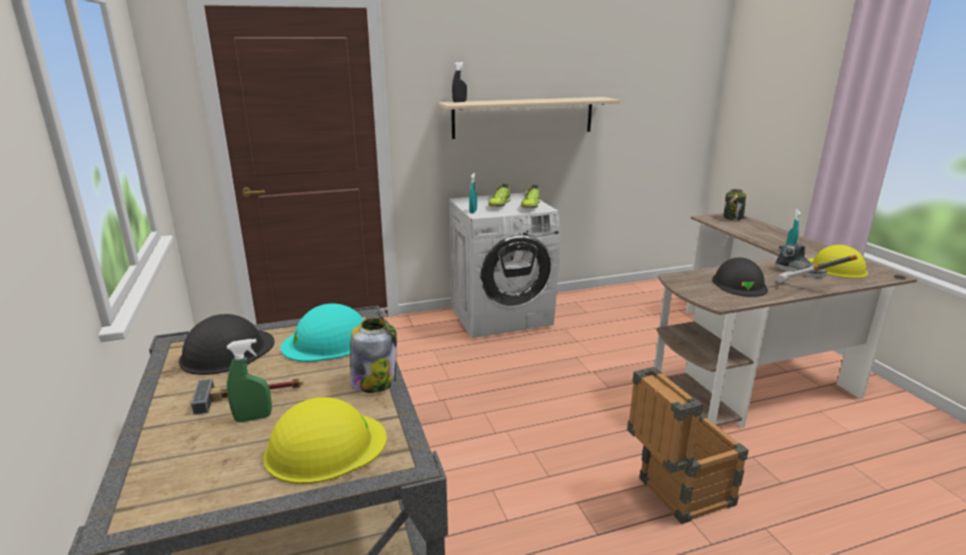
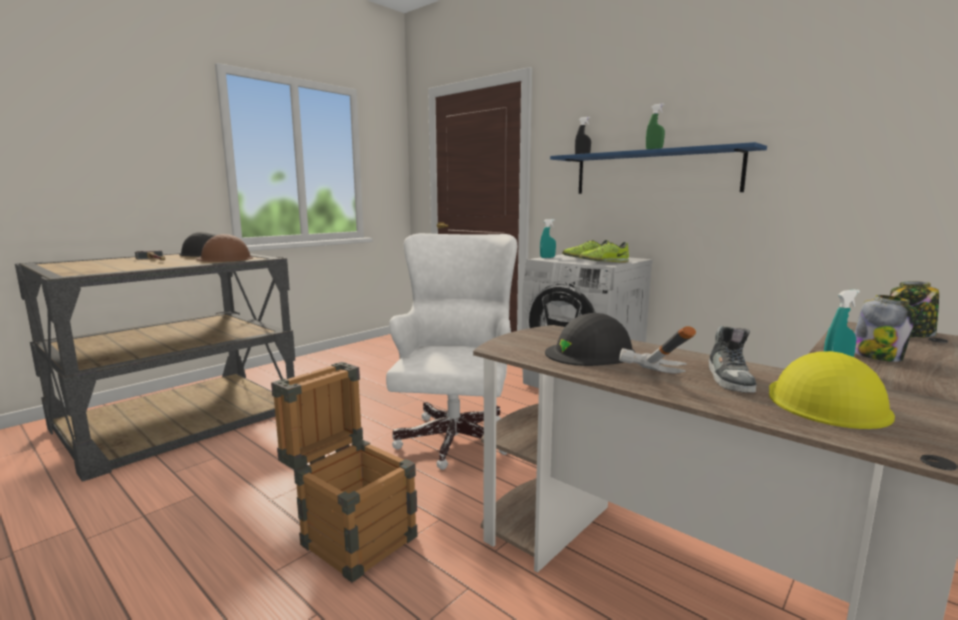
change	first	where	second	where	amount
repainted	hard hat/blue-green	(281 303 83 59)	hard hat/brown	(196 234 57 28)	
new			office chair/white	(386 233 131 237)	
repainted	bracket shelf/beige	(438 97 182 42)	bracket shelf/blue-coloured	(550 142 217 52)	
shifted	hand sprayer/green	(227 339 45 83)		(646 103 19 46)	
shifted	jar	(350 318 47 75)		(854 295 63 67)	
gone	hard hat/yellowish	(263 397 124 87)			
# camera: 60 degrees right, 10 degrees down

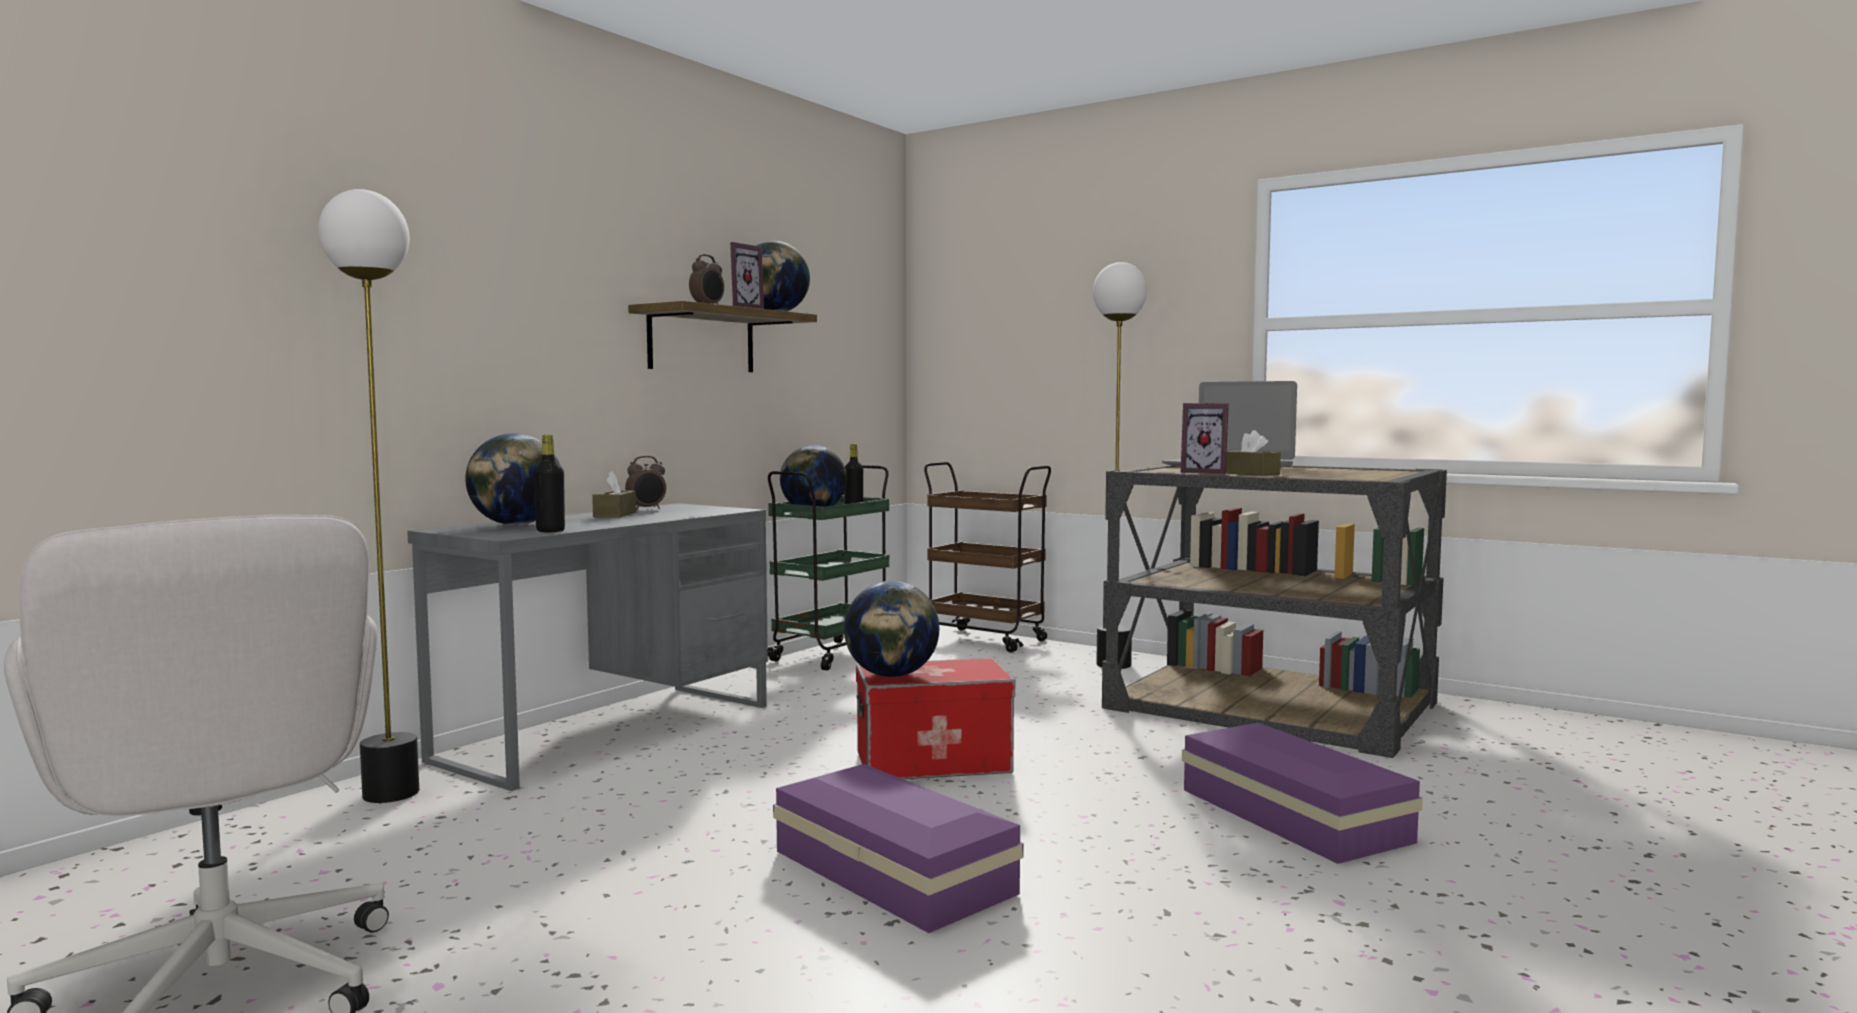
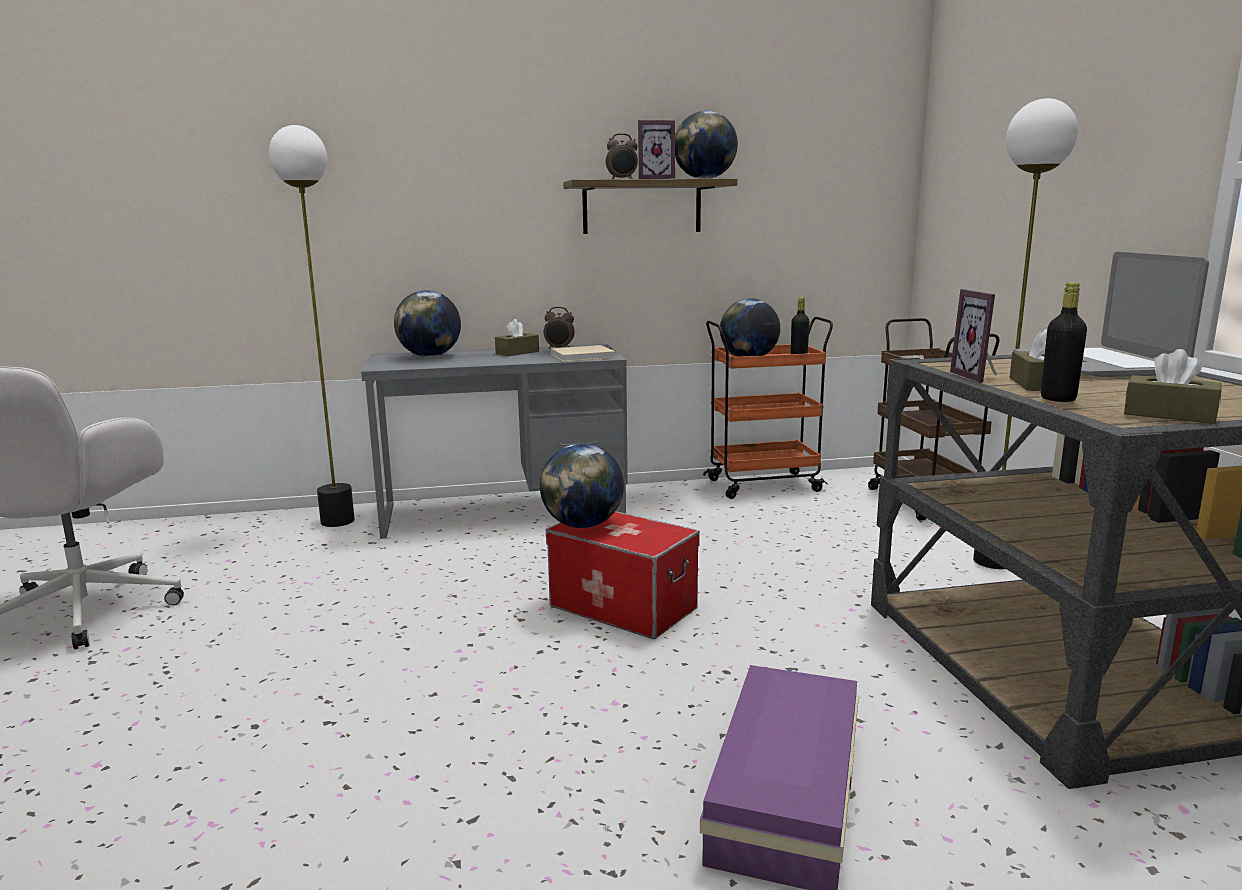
change	first	where	second	where	amount
new			book/beige	(551 345 64 17)	
repainted	cart/green	(768 465 121 205)	cart/orange-coloured	(703 317 130 182)	
shifted	drink bottle/black-coloured	(533 435 32 97)		(1041 282 46 120)	
new			box of tissues/brown	(1124 349 97 75)	
gone	storage container/purple-coloured	(773 764 251 169)			
# camera: 45 degrees right, 10 degrees up

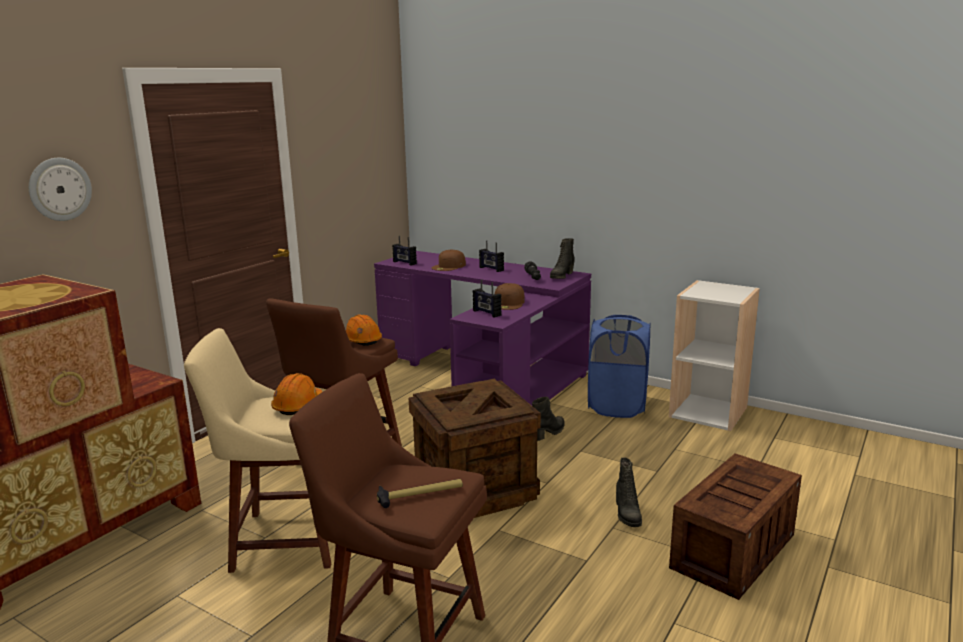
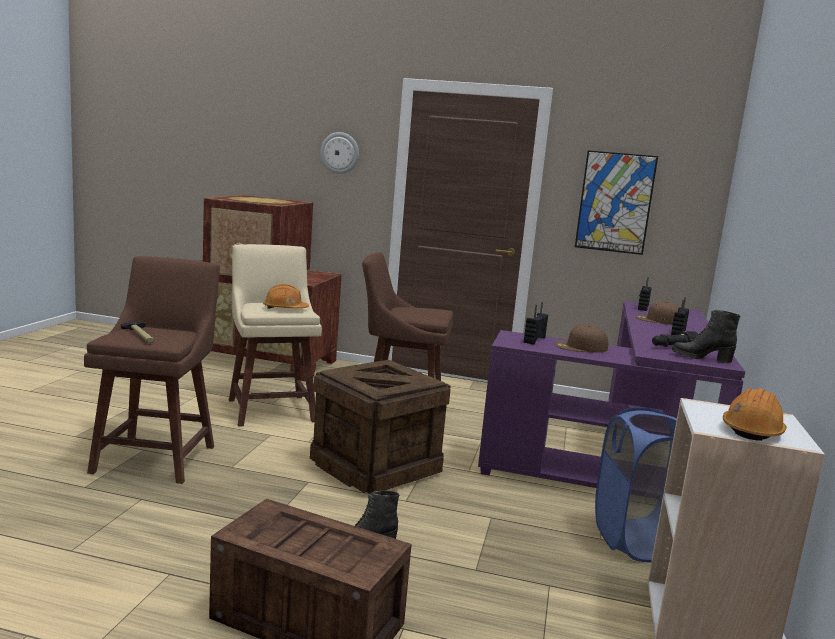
change	first	where	second	where	amount
new			wall picture	(575 150 83 105)	
shifted	hard hat/orange-coloured	(346 315 36 31)		(723 388 64 53)	
gone	tall boot/black-coloured	(532 397 33 44)			
# camera: 70 degrees right, 5 degrees down

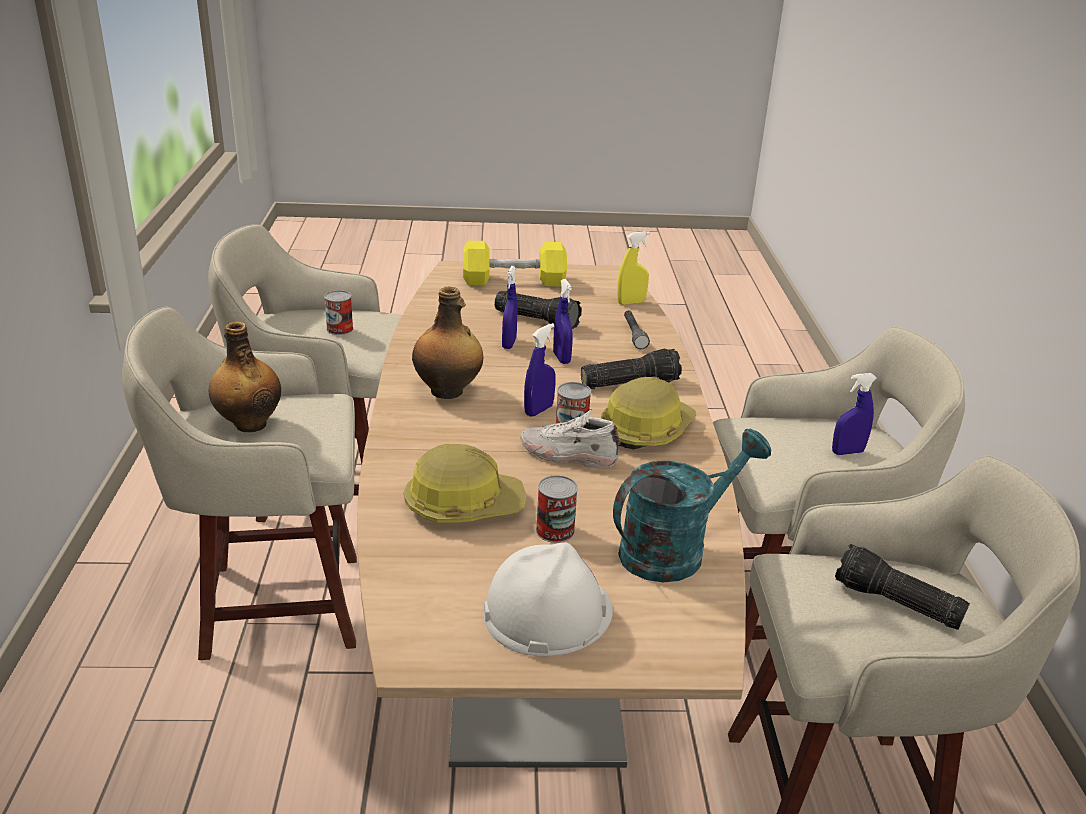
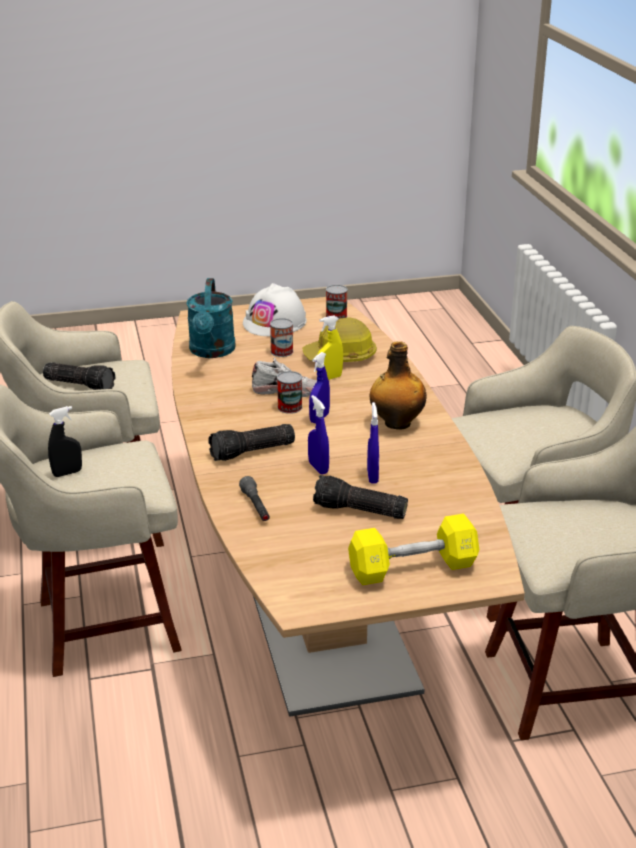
change	first	where	second	where	amount
repainted	hand sprayer/blue-coloured	(832 373 45 82)	hand sprayer/black-coloured	(48 406 34 71)	
rotated	watering can/blue-green	(613 429 158 153)		(187 278 49 80)	45 degrees counterclockwise
shifted	hand sprayer/yellowish	(617 231 33 74)		(317 315 26 65)	
shifted	sealed can	(324 290 29 45)		(326 285 22 34)	
gone	drink bottle	(209 321 72 111)			
gone	hard hat	(601 377 95 72)			
# camera: 170 degrees right, 0 degrees up

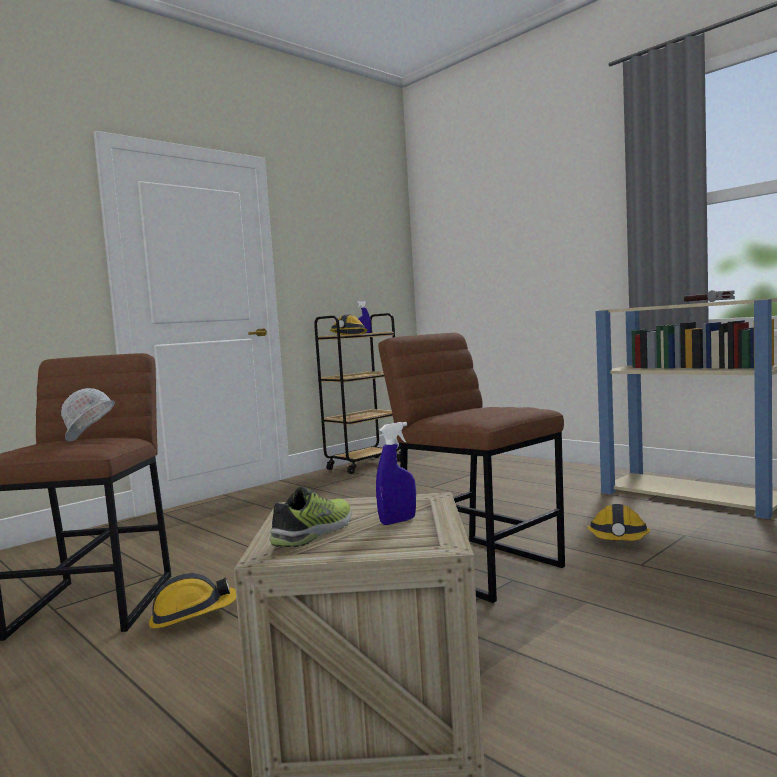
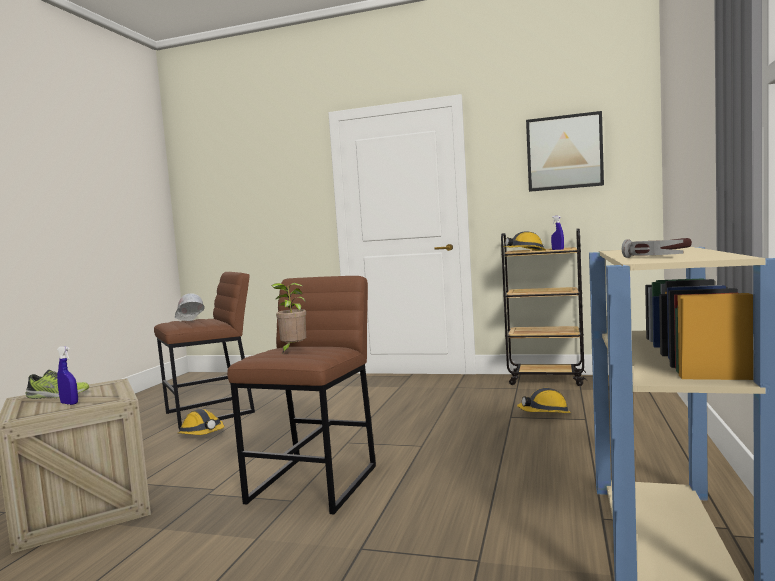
change	first	where	second	where	amount
new			plant in a pot	(271 283 35 70)	
shifted	hard hat	(587 504 64 37)		(517 388 54 25)	
new			wall picture	(526 111 78 81)	
# camera: 60 degrees right, 0 degrees up

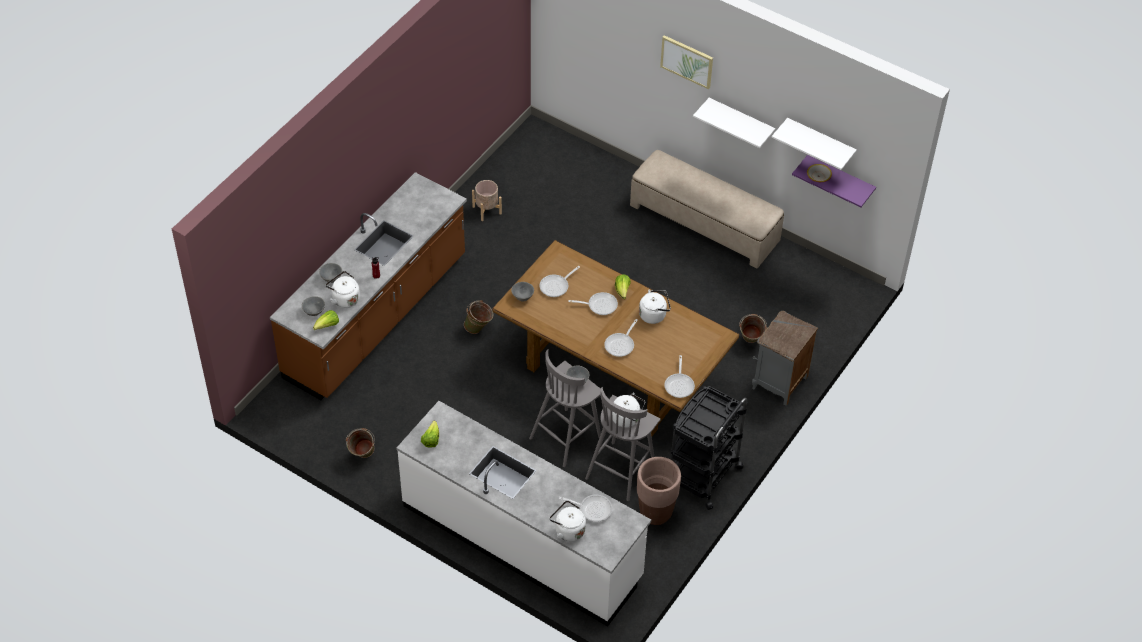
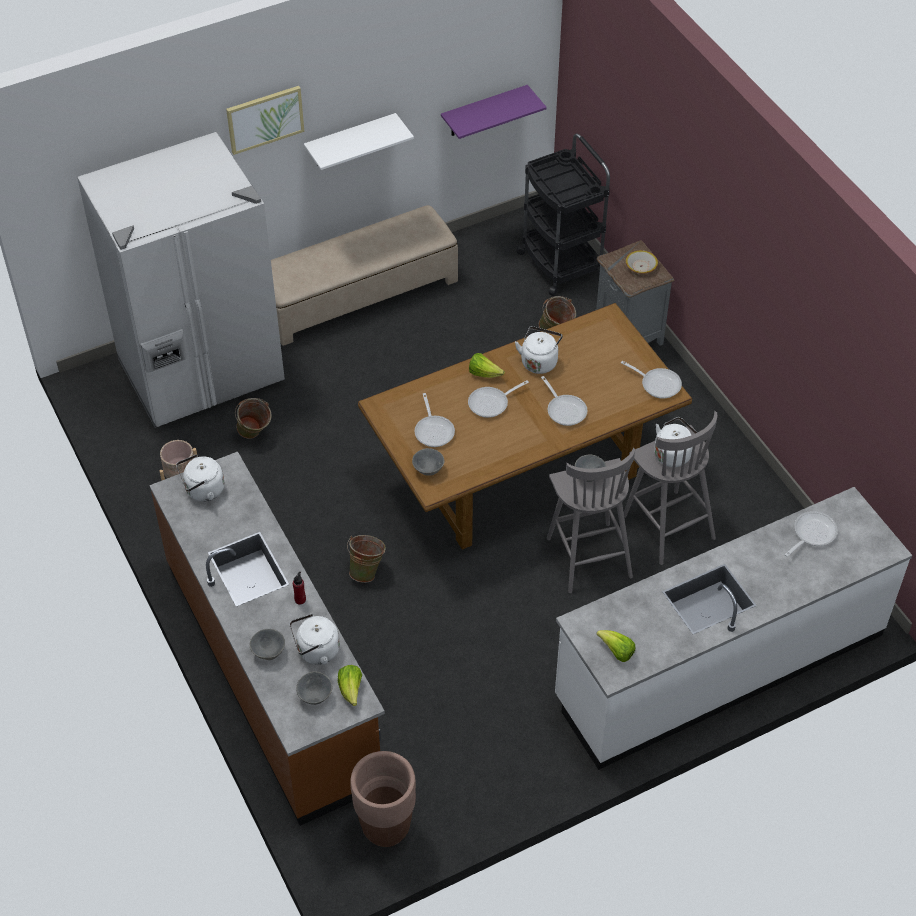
change	first	where	second	where	amount
new			fridge/white	(77 132 208 296)	
shifted	kettle/white	(550 500 36 42)		(176 454 48 48)	
shifted	bucket/green	(346 428 29 30)		(235 398 37 41)	
shifted	planter/brown	(637 457 44 68)		(350 751 66 96)	
rotated	pan	(568 292 50 23)		(468 380 61 38)	150 degrees counterclockwise
shifted	cart/black-coloured	(671 386 76 124)		(516 134 94 162)	
shifted	serving bowl	(807 164 25 18)		(626 250 32 23)	
gone	bracket shelf/white	(772 118 85 52)			
# camera: 60 degrees left, 0 degrees up

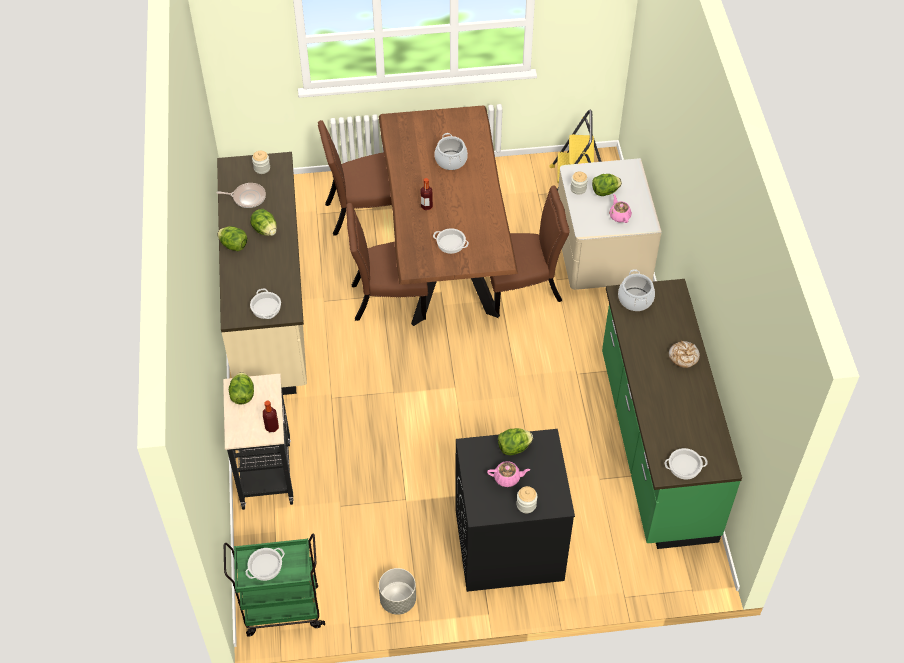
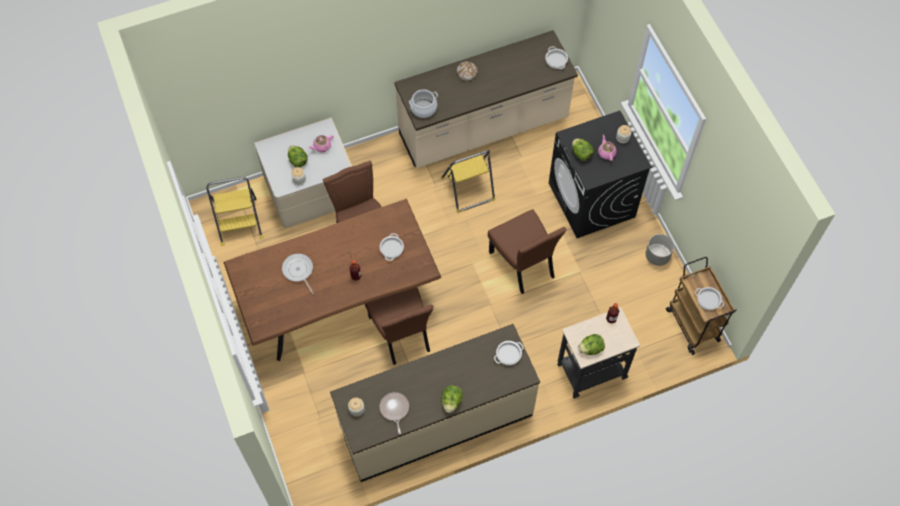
change	first	where	second	where	amount
swapped	cooking pot	(434 133 34 37)	pan	(282 254 32 40)	
repainted	counter/green	(602 279 140 270)	counter/beige	(394 30 184 138)	
new			step stool/yellowish	(440 150 55 63)	
shifted	chair/brown	(318 120 74 116)		(487 209 80 85)	
repainted	cart/green	(224 533 101 104)	cart/brown	(666 257 71 98)	
gone	lettuce head	(250 209 27 27)			
# camera: 105 degrees left, 10 degrees up

